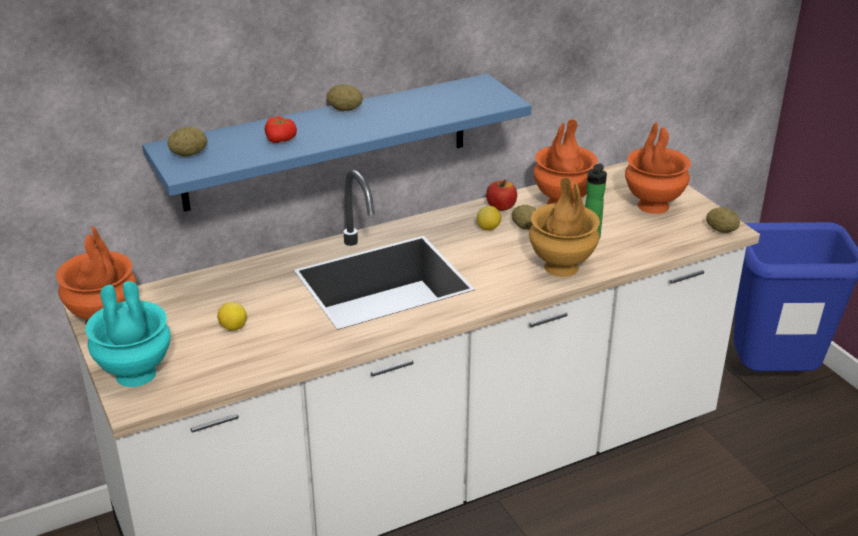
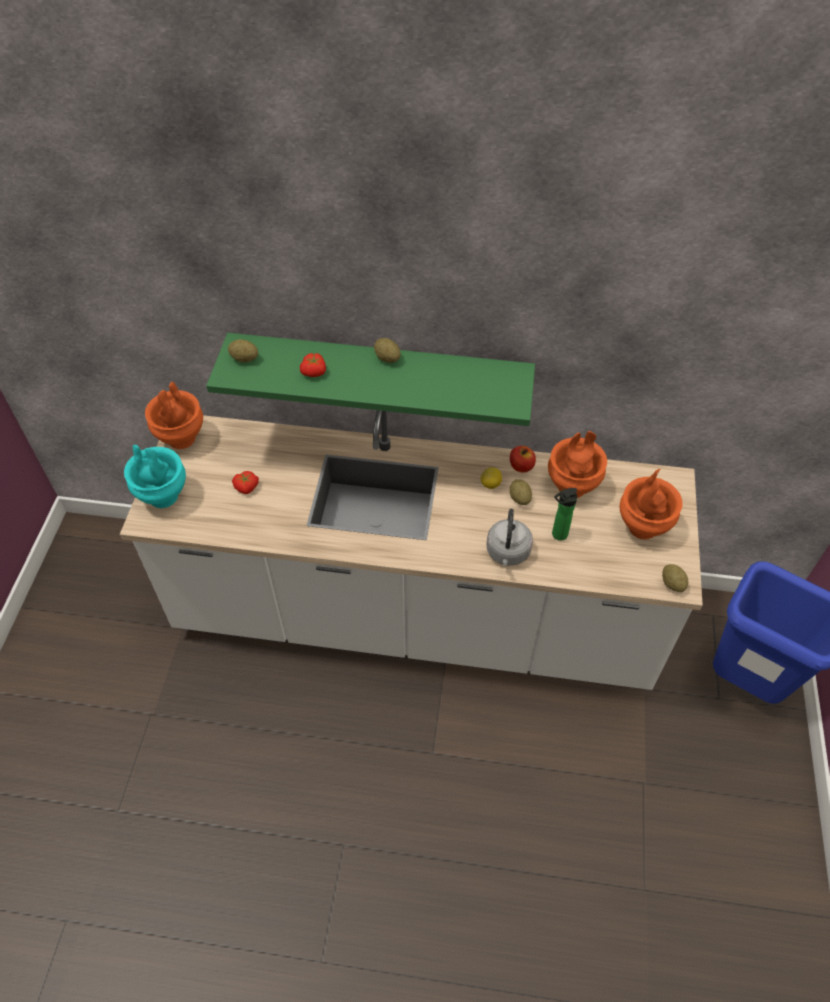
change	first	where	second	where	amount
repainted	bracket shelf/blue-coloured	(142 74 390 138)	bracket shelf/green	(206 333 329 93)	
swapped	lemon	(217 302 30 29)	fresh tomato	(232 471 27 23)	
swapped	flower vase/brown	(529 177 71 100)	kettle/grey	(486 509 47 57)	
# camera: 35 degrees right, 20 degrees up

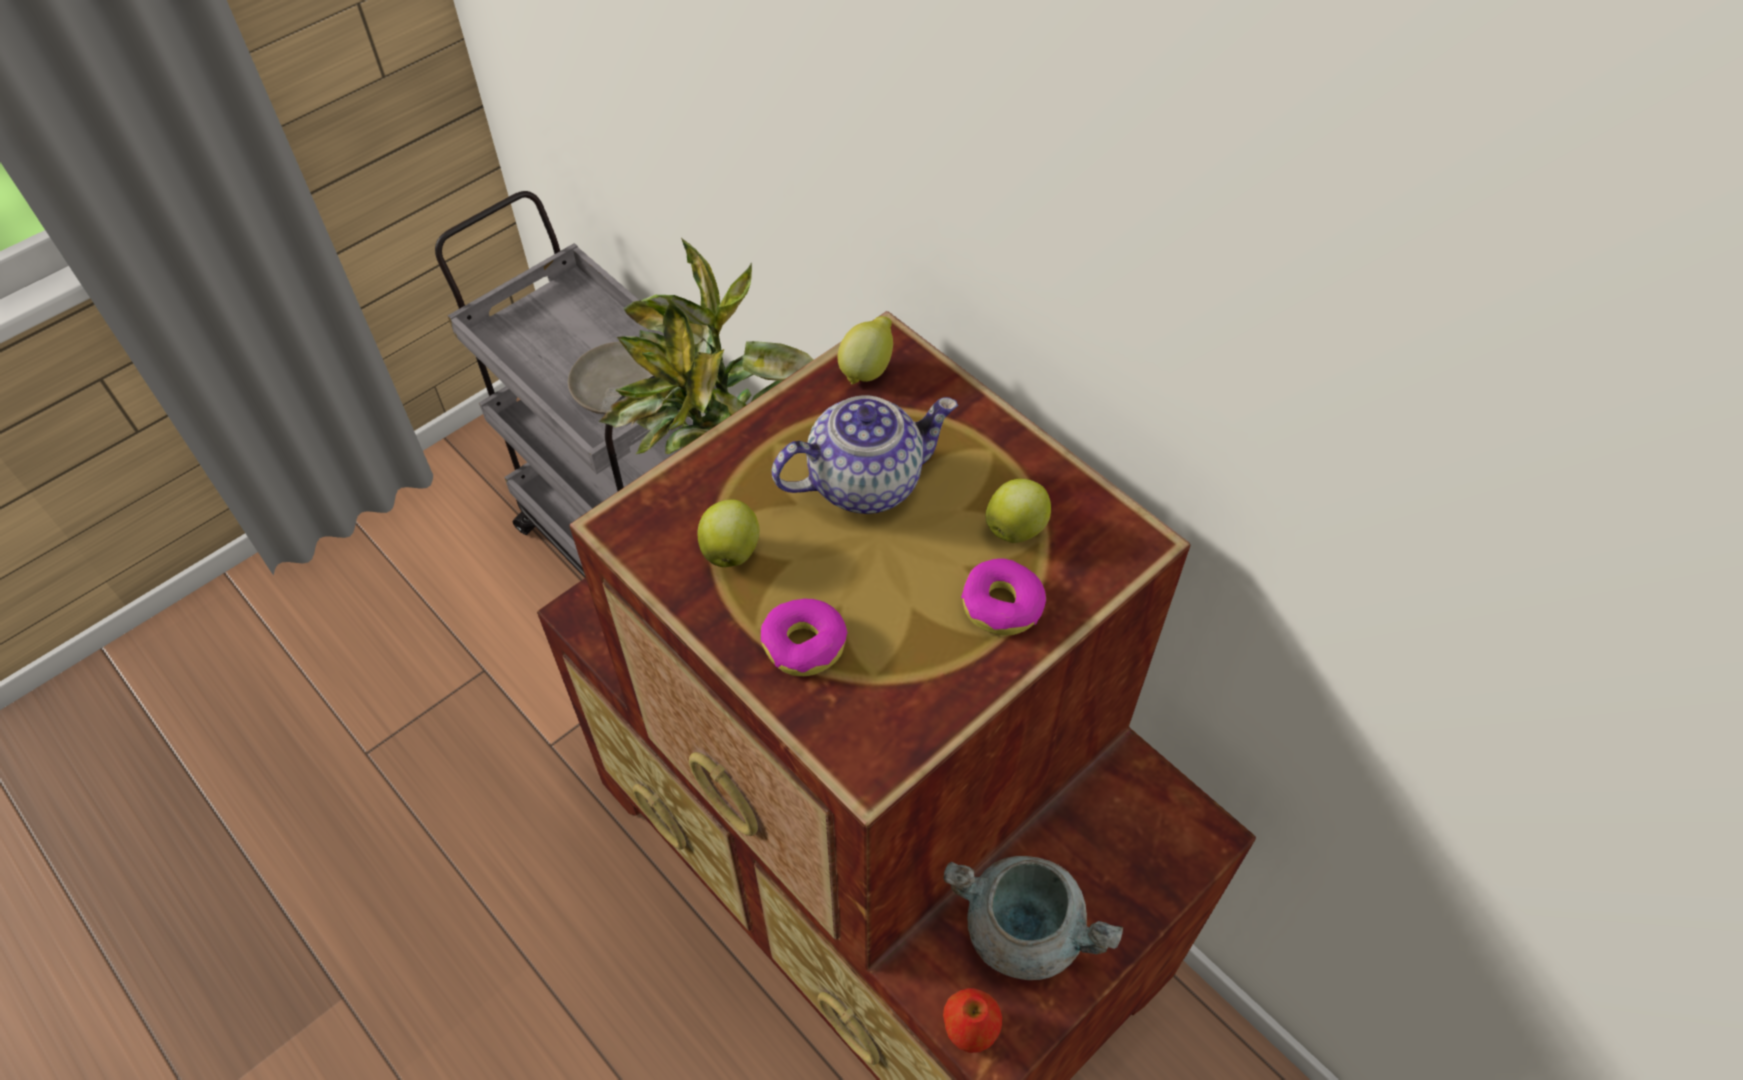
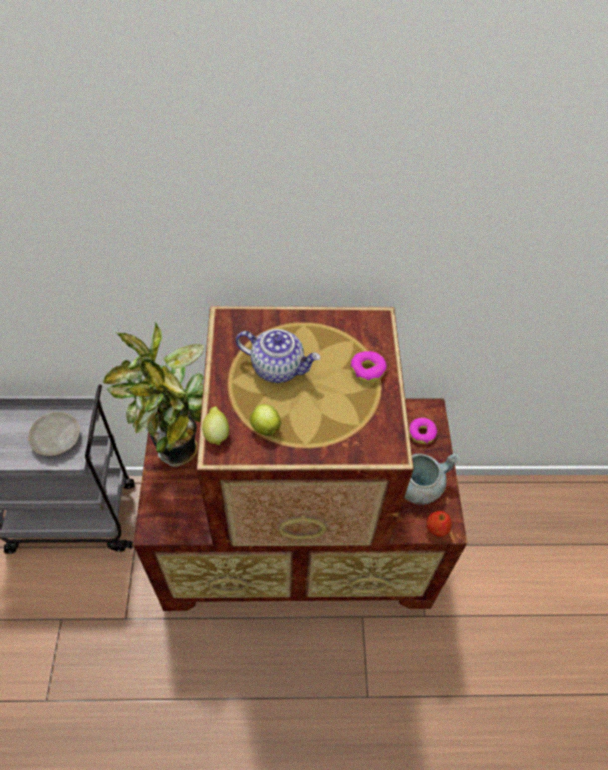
change	first	where	second	where	amount
shifted	lemon	(838 316 55 69)		(202 406 27 40)	
rotated	teapot	(772 395 186 119)		(236 329 85 54)	90 degrees clockwise
shifted	doughnut	(761 599 87 77)		(409 417 28 27)	
gone	apple fruit	(985 479 66 64)			
# camera: 50 degrees left, 0 degrees up

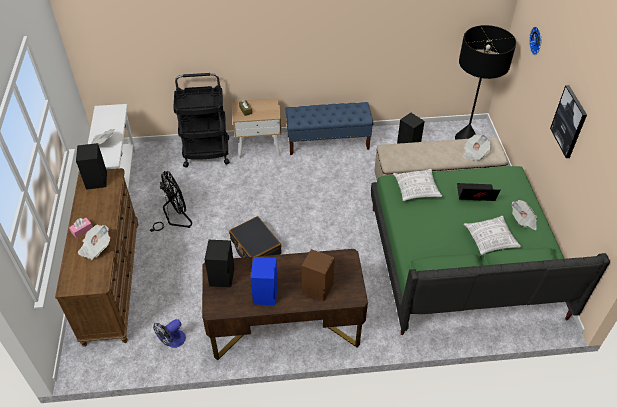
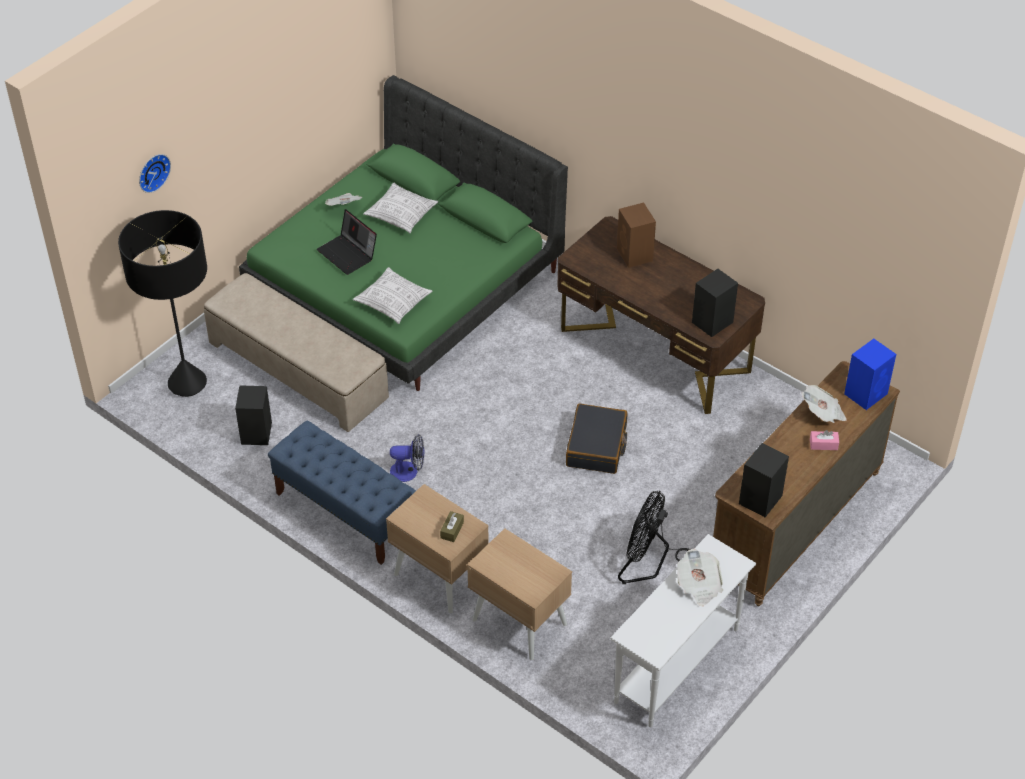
change	first	where	second	where	amount
shifted	electric fan	(153 319 33 29)		(390 434 34 48)	
swapped	cart/black-coloured	(173 73 57 95)	bedside table/beige	(467 528 105 132)	
shifted	loudspeaker/blue-coloured	(251 257 27 48)		(844 339 52 71)	
gone	printed paper	(463 134 29 28)			
gone	wall picture	(550 85 37 73)			
# camera: 135 degrees left, 0 degrees up

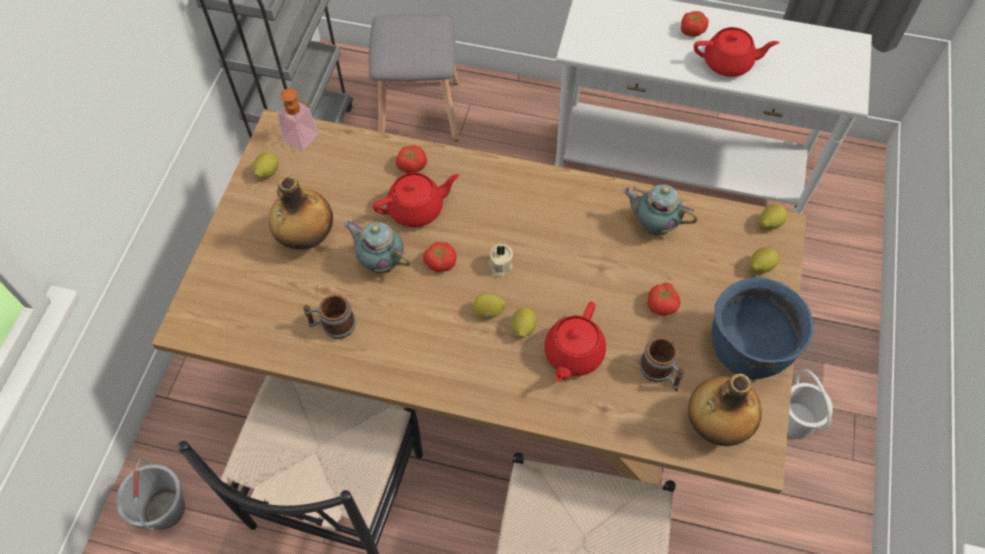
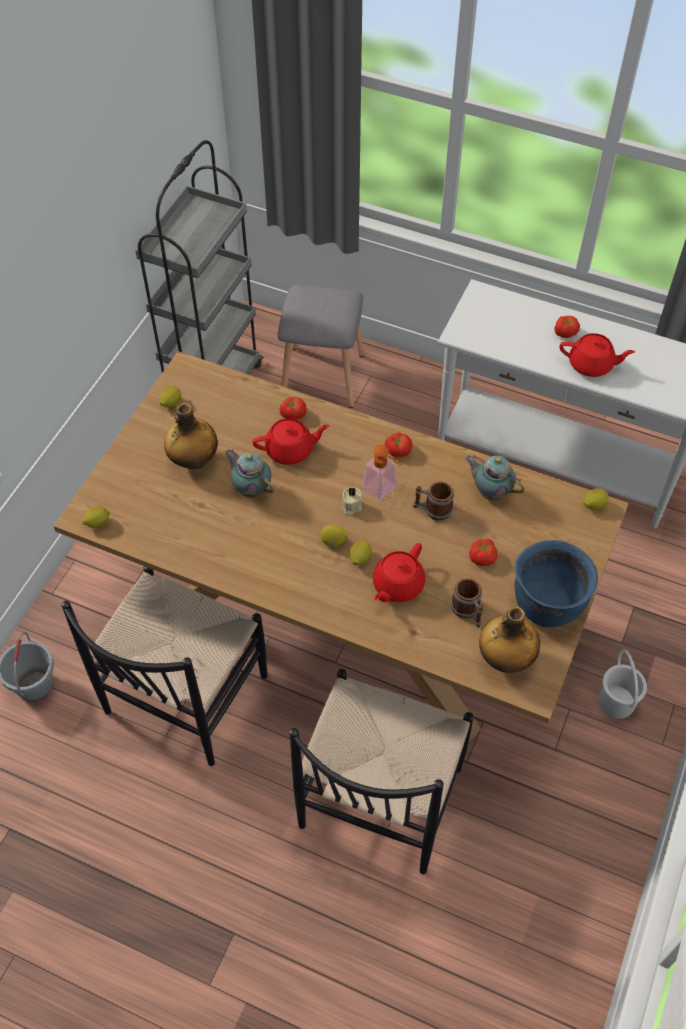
change	first	where	second	where	amount
shifted	lemon	(750 247 29 26)		(81 506 29 22)	
shifted	soap bottle	(278 88 41 62)		(362 445 39 55)	
shifted	fresh tomato	(423 242 34 30)		(385 432 27 25)	
shifted	mug	(303 294 53 45)		(413 482 41 38)	
# camera: 10 degrees right, 5 degrees down

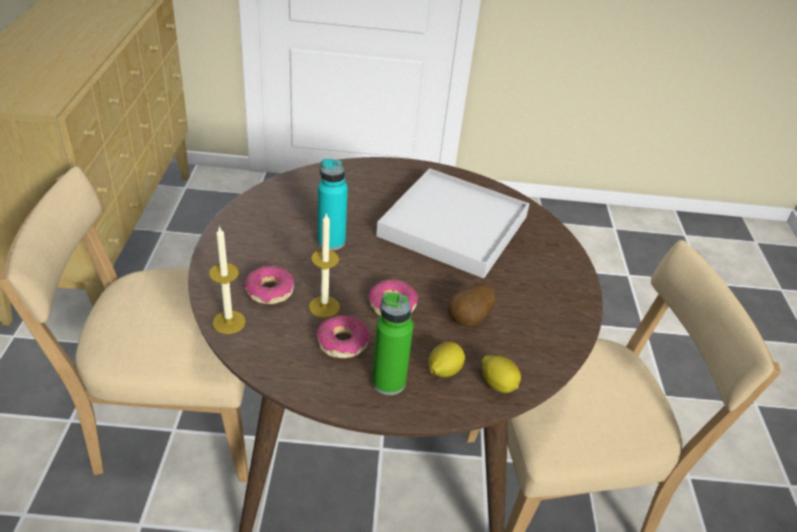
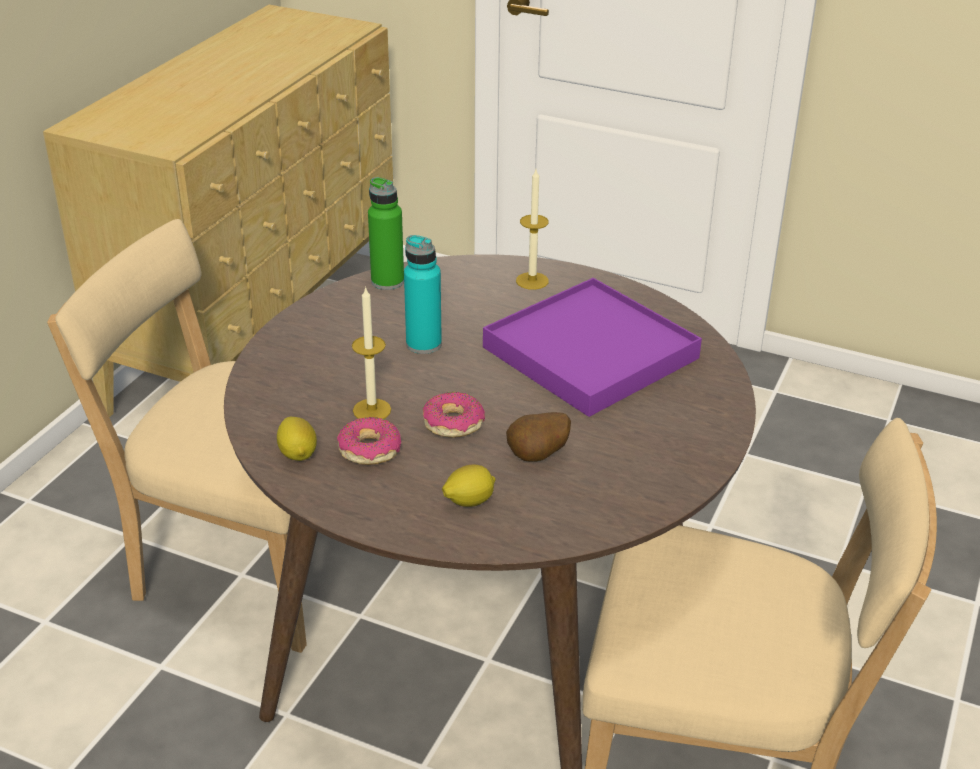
change	first	where	second	where	amount
shifted	lemon	(481 355 40 38)		(277 417 40 44)	
shifted	drink bottle/green	(372 292 41 103)		(368 177 36 113)	
repainted	serving tray/white	(376 168 154 111)	serving tray/purple-coloured	(483 278 219 139)	
shifted	wax light	(209 226 37 108)		(516 170 33 120)	
gone	doughnut	(244 266 50 38)			
# camera: 25 degrees right, 5 degrees down

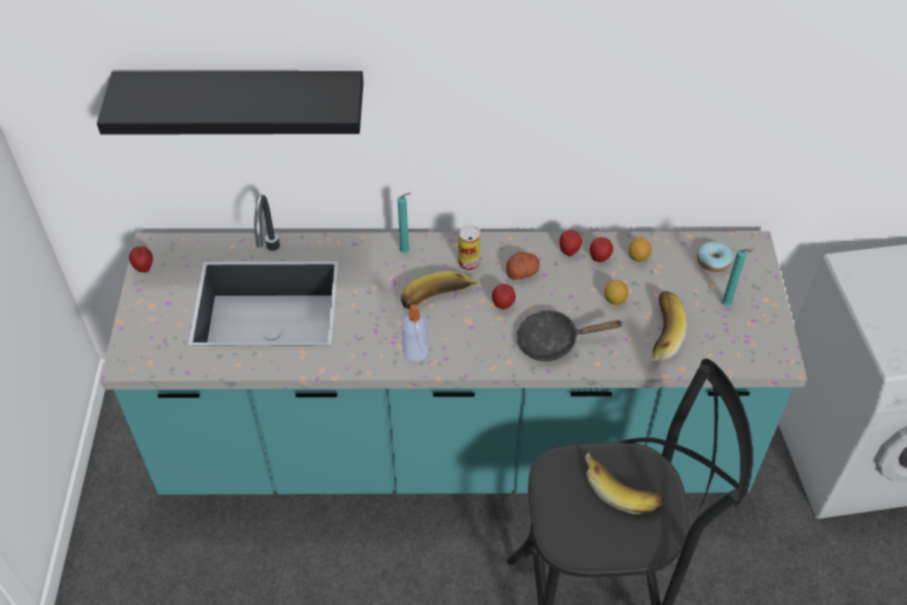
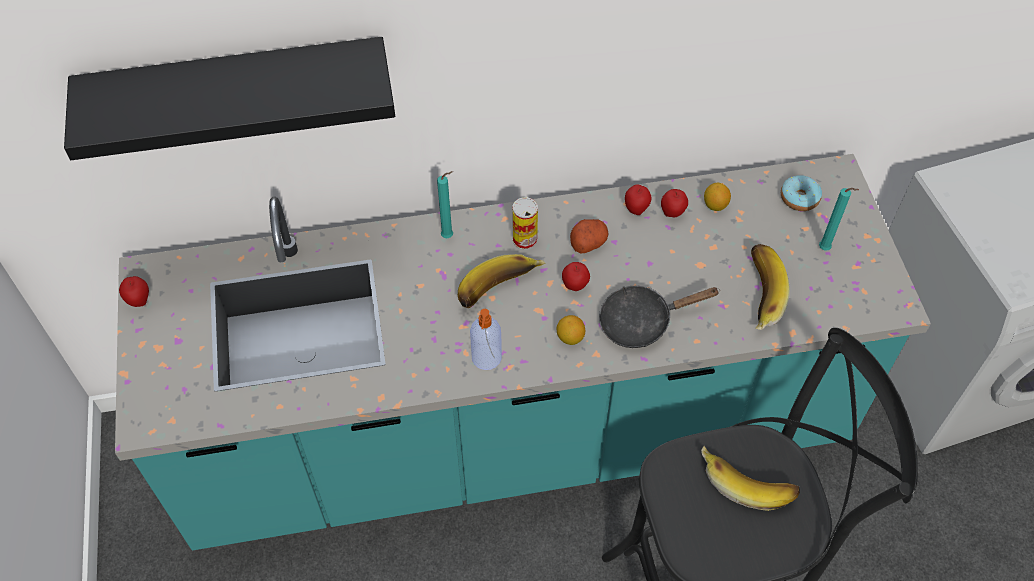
change	first	where	second	where	amount
shifted	lemon	(604 280 24 25)		(557 315 28 30)	
# camera: 10 degrees left, 5 degrees up

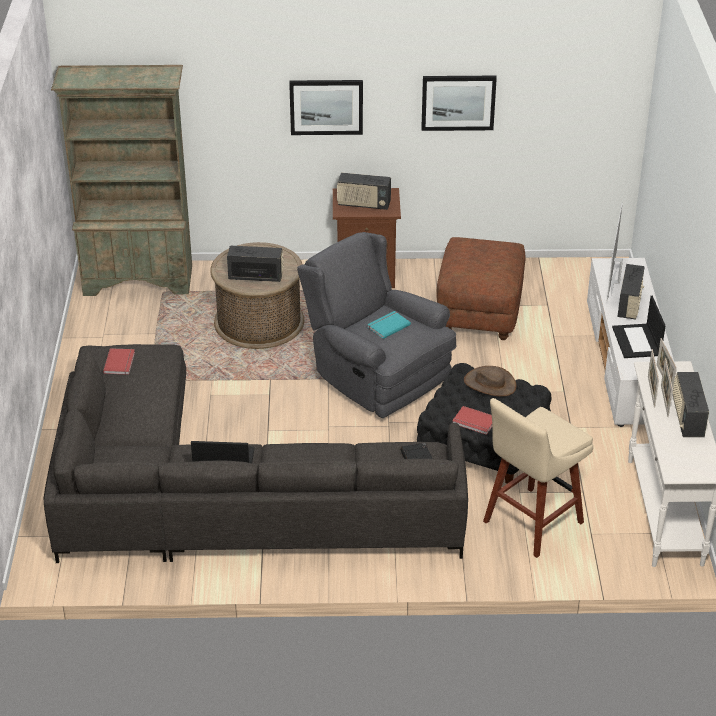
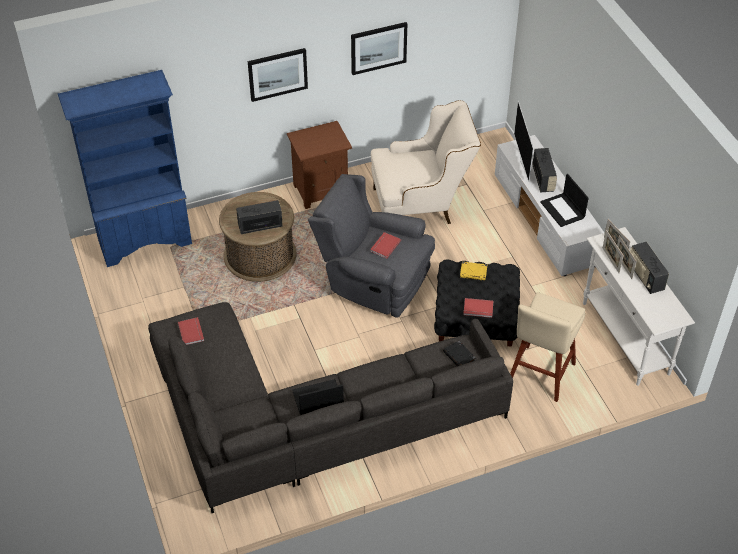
change	first	where	second	where	amount
repainted	bookshelf/green	(51 65 141 231)	bookshelf/blue-coloured	(58 70 134 197)	
repainted	book/blue-green	(367 311 44 28)	book/reddish	(370 232 31 27)	
swapped	footrest/brown	(437 237 88 103)	armchair/beige	(371 100 110 124)	
swapped	wearable hat/brown	(464 366 52 31)	book/yellowish	(460 262 27 18)	
gone	radio receiver	(337 173 54 37)			
# camera: 20 degrees left, 10 degrees up

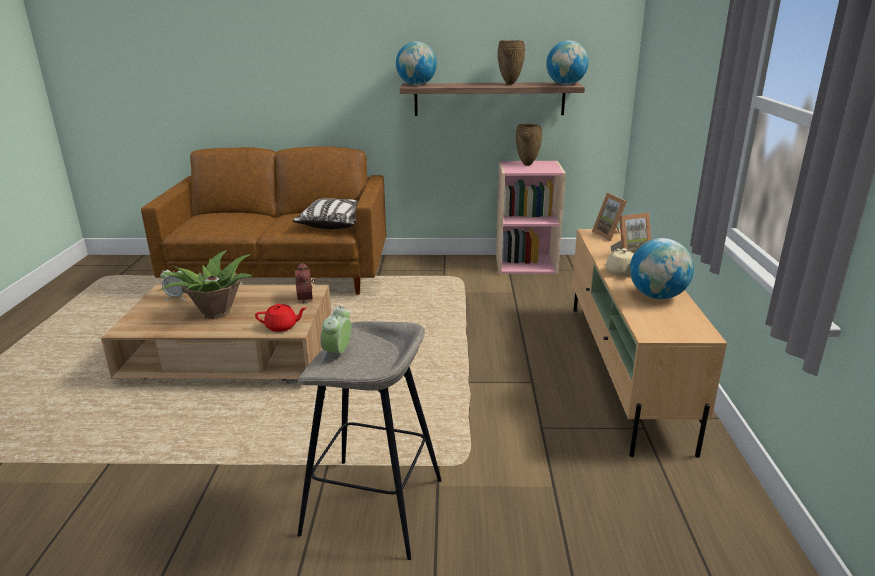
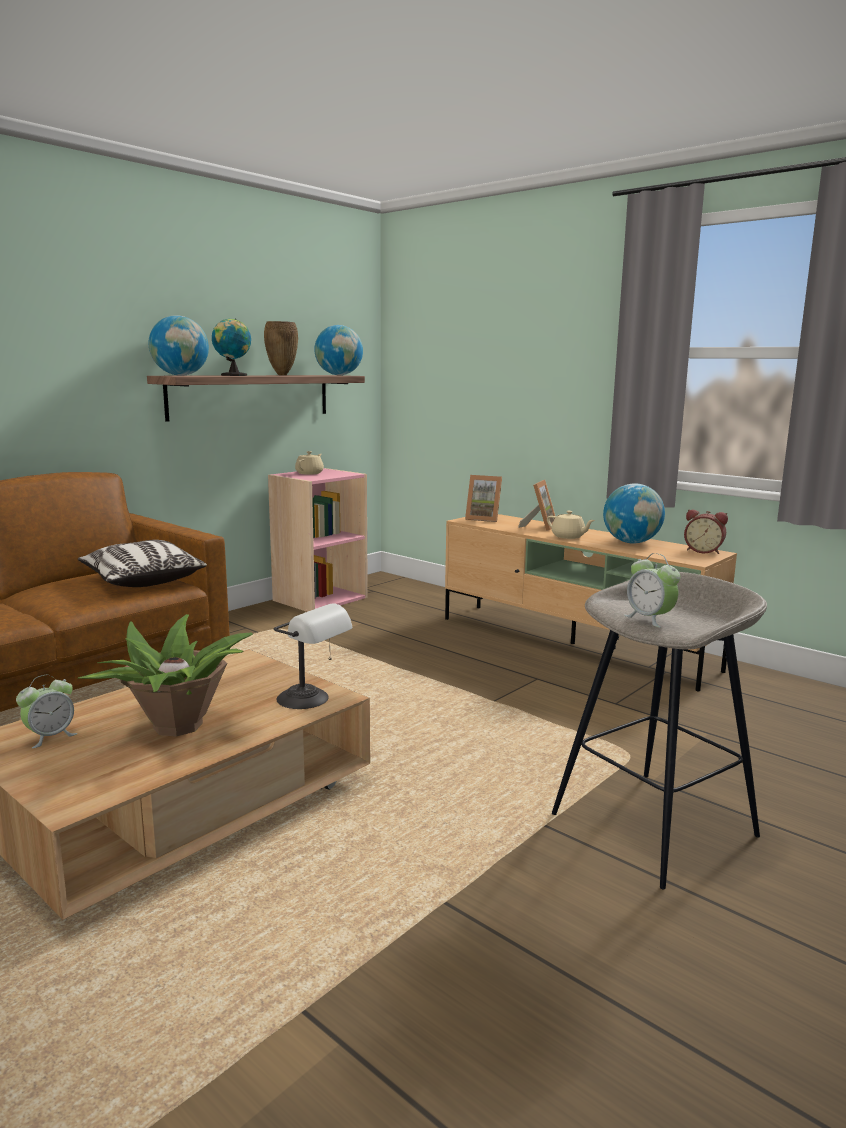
change	first	where	second	where	amount
new			world globe	(212 319 39 57)	
swapped	teapot/reddish	(255 304 51 28)	table lamp	(274 603 79 106)	
swapped	flower vase/brown	(516 124 26 42)	teapot/beige	(295 451 29 24)	
shifted	table clock	(295 263 21 41)		(684 509 44 45)	
# camera: 50 degrees left, 10 degrees down

